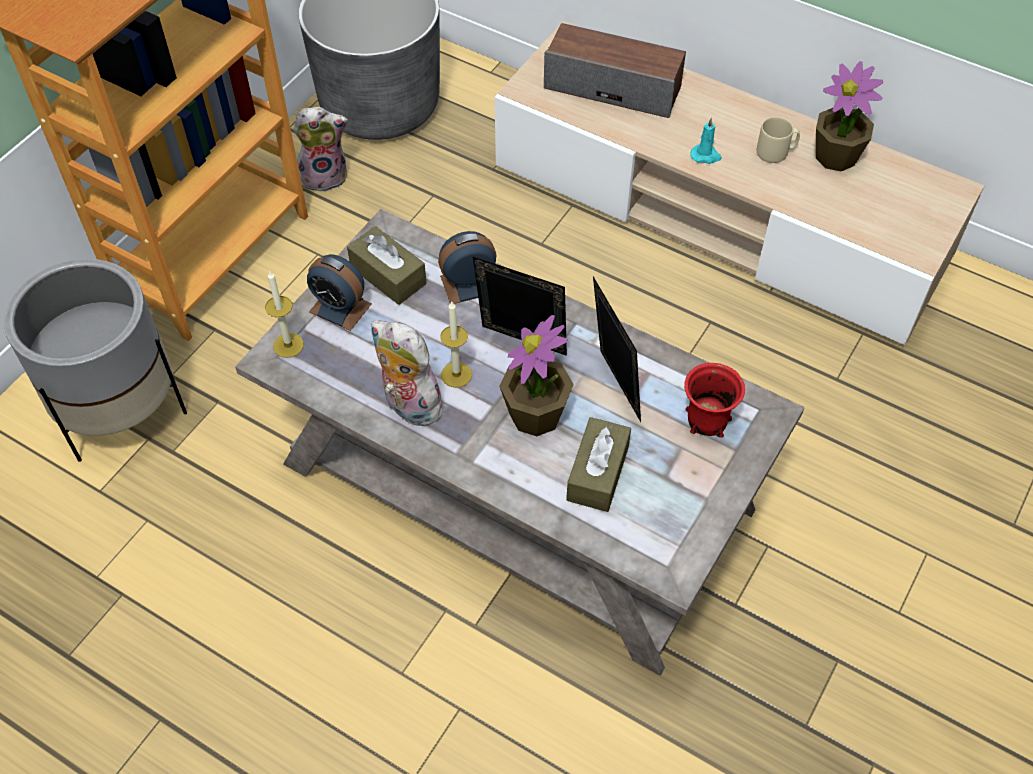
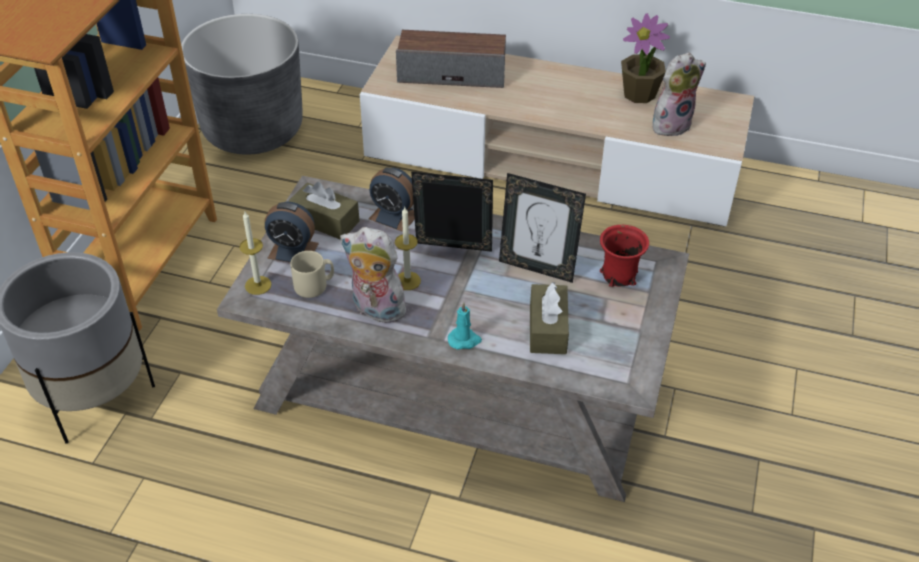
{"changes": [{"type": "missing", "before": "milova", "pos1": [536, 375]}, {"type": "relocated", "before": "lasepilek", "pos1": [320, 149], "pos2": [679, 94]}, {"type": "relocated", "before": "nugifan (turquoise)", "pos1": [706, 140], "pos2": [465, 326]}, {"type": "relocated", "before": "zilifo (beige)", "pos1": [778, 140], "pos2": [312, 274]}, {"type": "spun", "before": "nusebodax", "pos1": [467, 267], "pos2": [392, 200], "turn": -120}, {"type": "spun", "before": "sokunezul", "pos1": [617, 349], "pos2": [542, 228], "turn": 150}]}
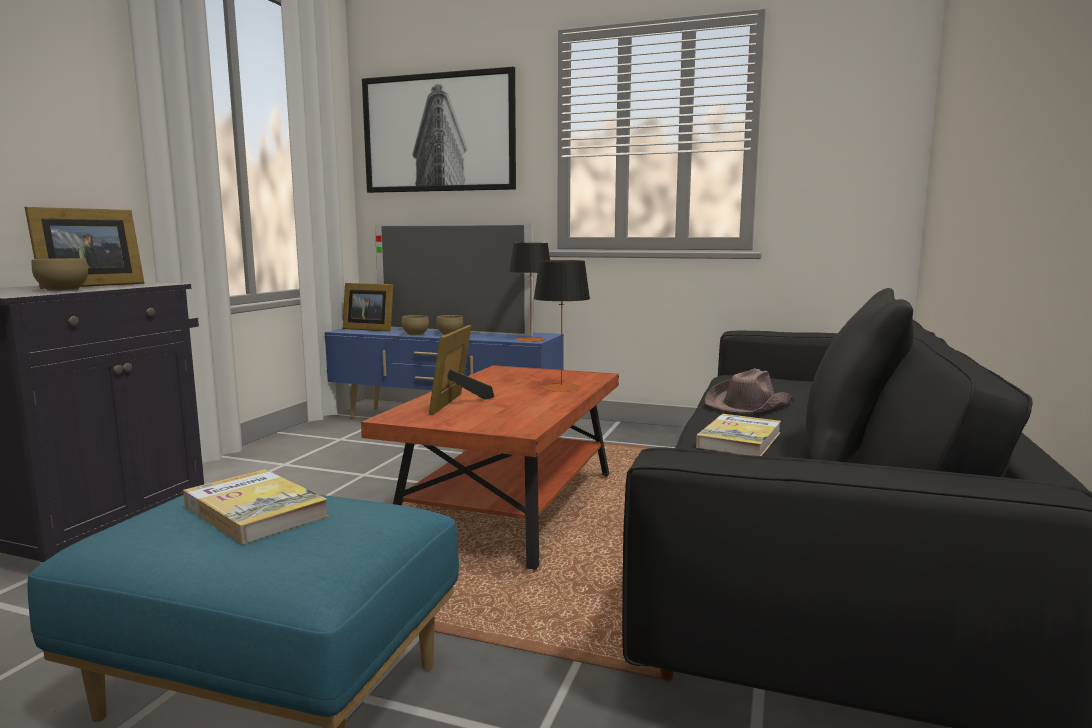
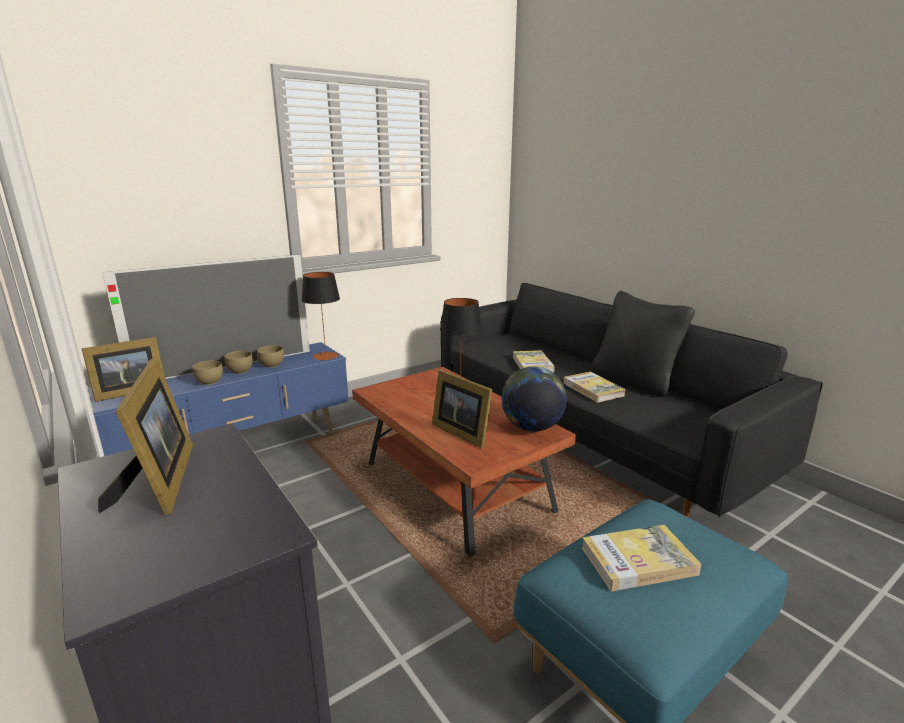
{"changes": [{"type": "missing", "before": "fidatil", "pos1": [439, 129]}, {"type": "appeared", "after": "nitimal", "pos2": [534, 399]}, {"type": "relocated", "before": "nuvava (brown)", "pos1": [60, 274], "pos2": [270, 356]}, {"type": "exchanged", "before": "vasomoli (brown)", "after": "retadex", "pos1": [749, 391], "pos2": [534, 361]}]}
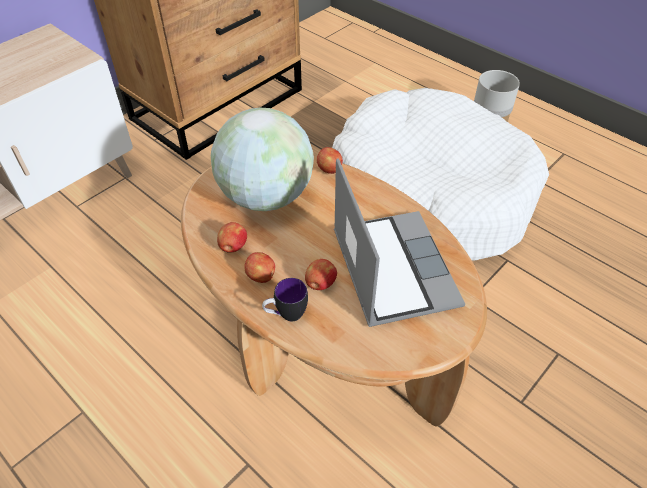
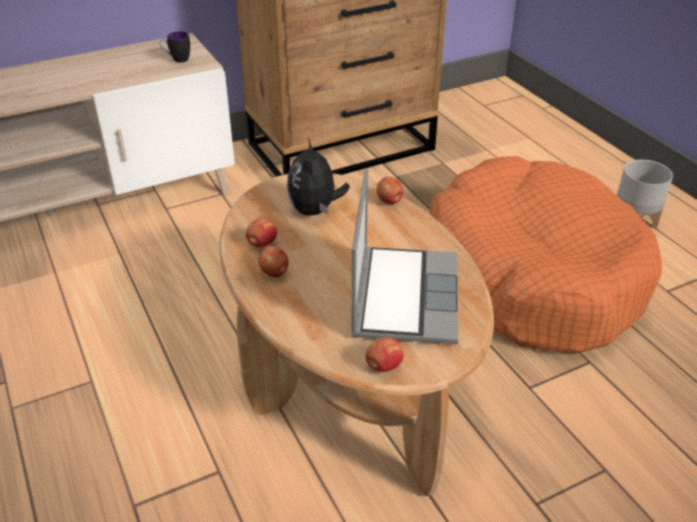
{"changes": [{"type": "relocated", "before": "zilifo", "pos1": [285, 299], "pos2": [174, 47]}, {"type": "relocated", "before": "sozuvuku", "pos1": [321, 274], "pos2": [384, 354]}, {"type": "exchanged", "before": "nitimal", "after": "lasepilek", "pos1": [262, 159], "pos2": [318, 177]}, {"type": "colour", "before": "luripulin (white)", "after": "luripulin (orange)", "pos1": [440, 174], "pos2": [546, 254]}]}
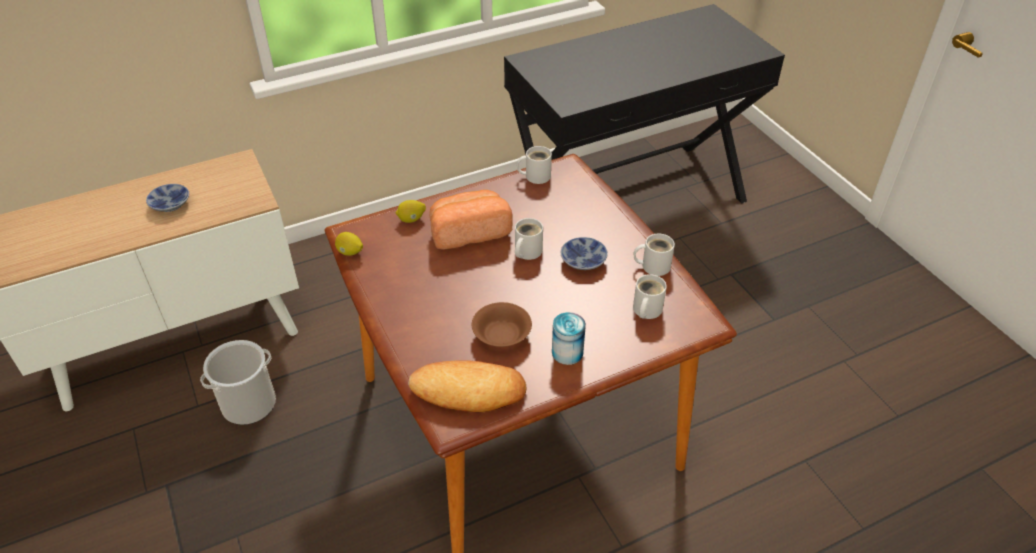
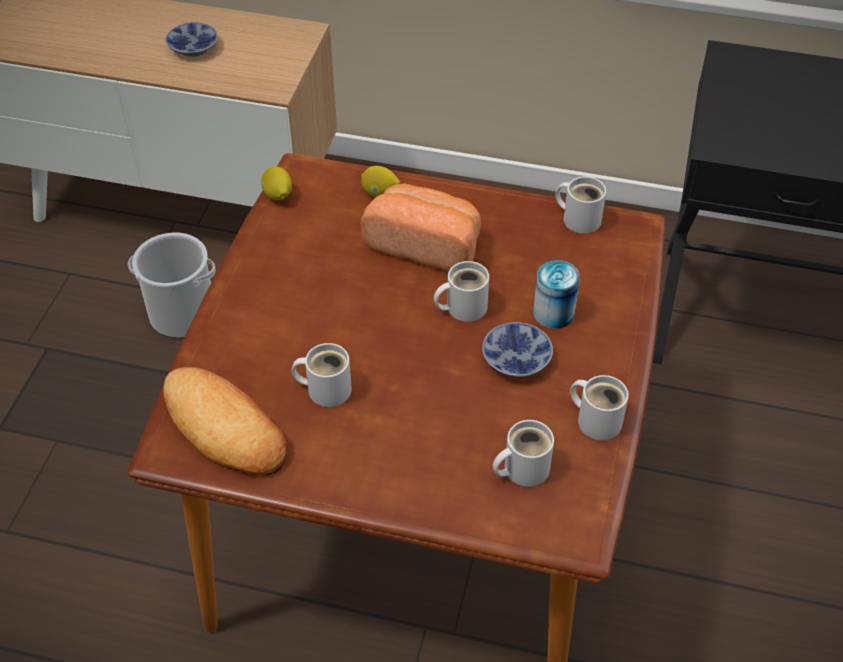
{"changes": [{"type": "relocated", "before": "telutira", "pos1": [569, 338], "pos2": [556, 294]}, {"type": "exchanged", "before": "nuvava (brown)", "after": "zilifo (white)", "pos1": [502, 324], "pos2": [321, 375]}]}
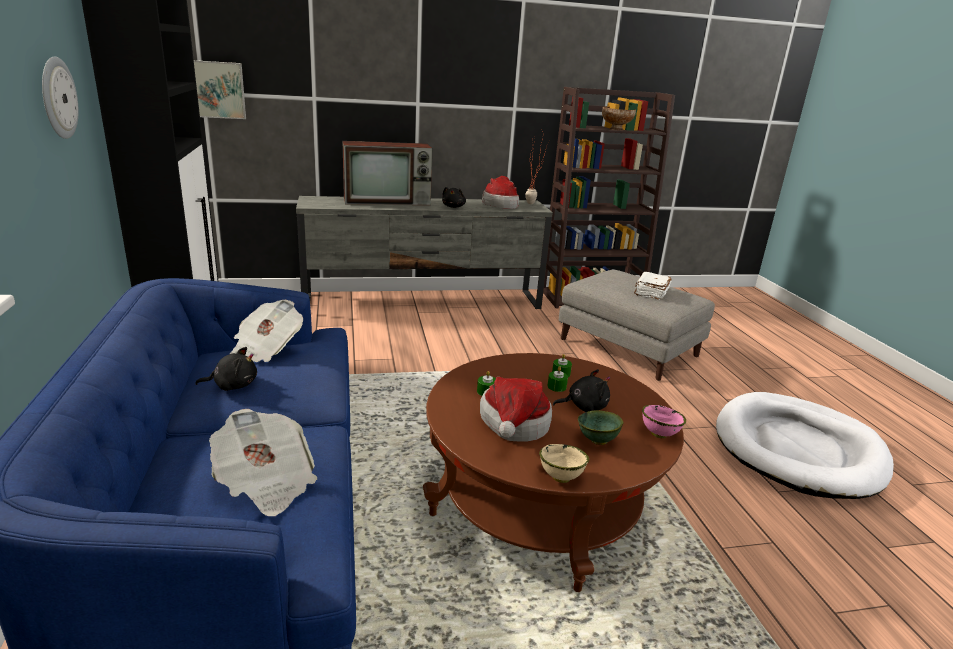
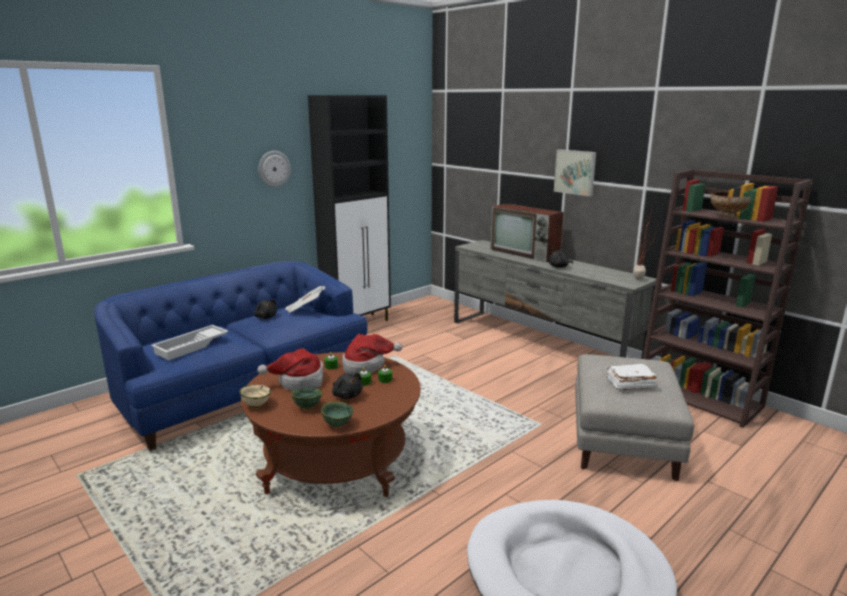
{"changes": [{"type": "relocated", "before": "fidatil", "pos1": [220, 89], "pos2": [575, 172]}, {"type": "relocated", "before": "vasomoli", "pos1": [500, 192], "pos2": [372, 354]}, {"type": "exchanged", "before": "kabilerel", "after": "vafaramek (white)", "pos1": [263, 462], "pos2": [190, 343]}, {"type": "colour", "before": "nuvava (pink)", "after": "nuvava (green)", "pos1": [664, 421], "pos2": [337, 414]}]}
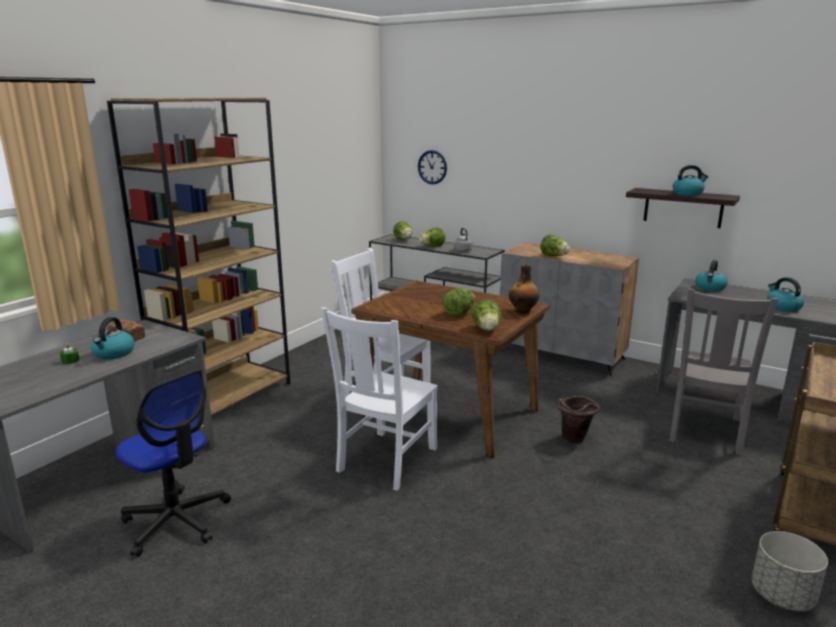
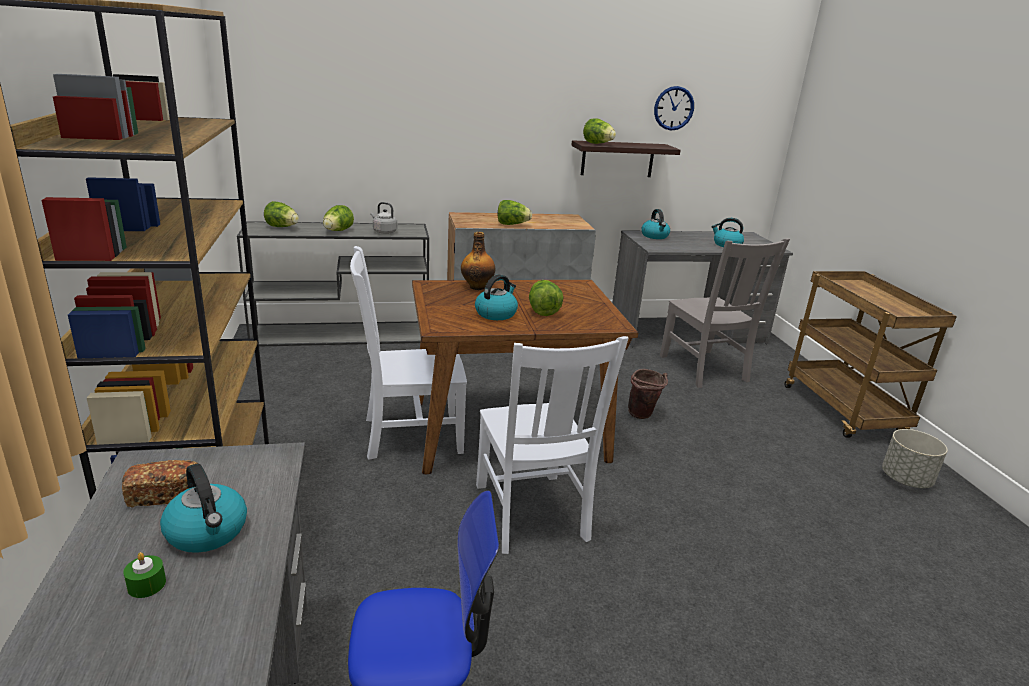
{"changes": [{"type": "relocated", "before": "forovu", "pos1": [432, 167], "pos2": [674, 108]}, {"type": "relocated", "before": "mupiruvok", "pos1": [486, 315], "pos2": [599, 131]}, {"type": "relocated", "before": "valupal", "pos1": [524, 289], "pos2": [478, 261]}, {"type": "relocated", "before": "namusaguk", "pos1": [690, 180], "pos2": [496, 297]}]}
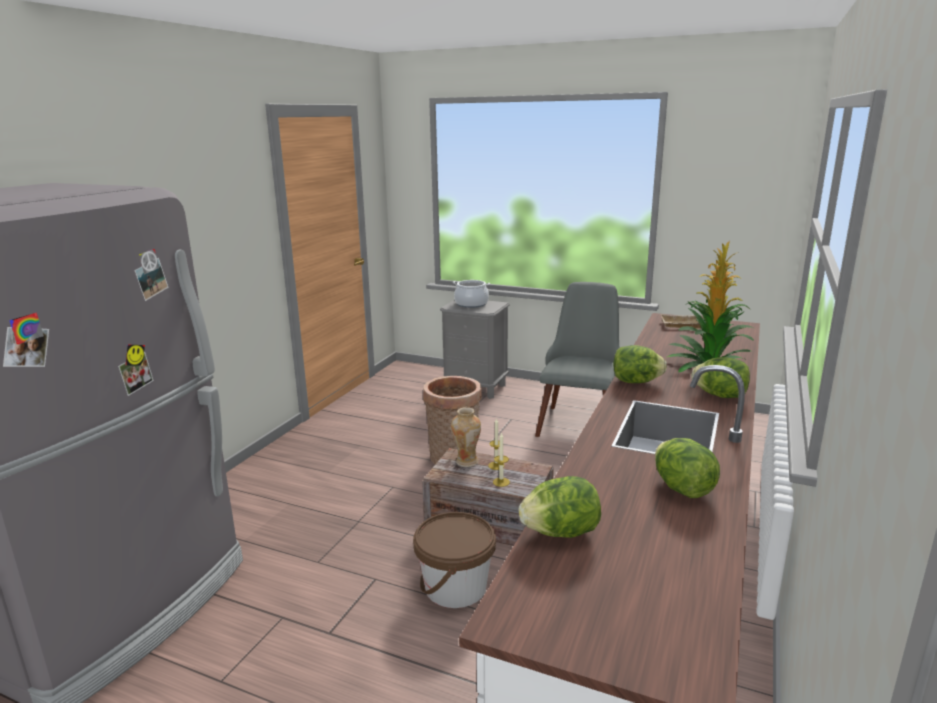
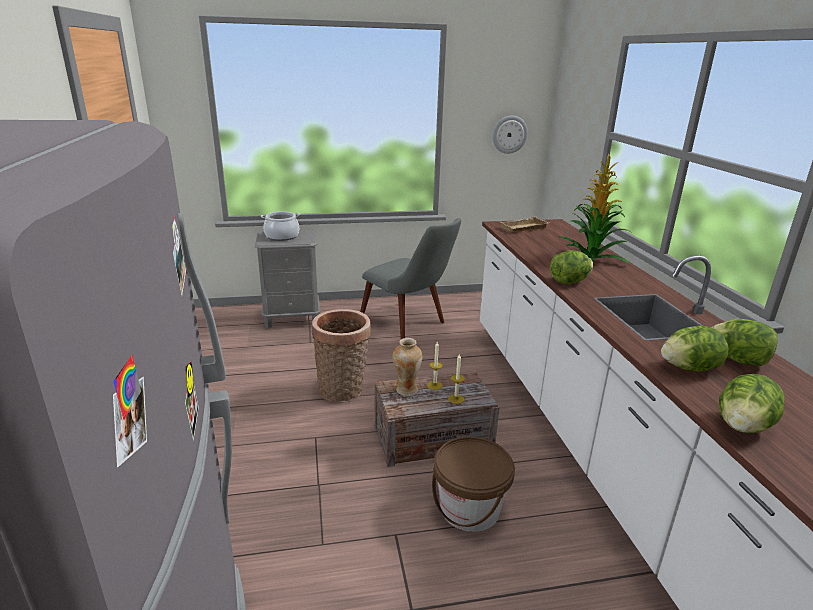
{"changes": [{"type": "appeared", "after": "forovu", "pos2": [510, 135]}, {"type": "relocated", "before": "mupiruvok", "pos1": [720, 377], "pos2": [695, 349]}, {"type": "spun", "before": "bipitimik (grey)", "pos1": [577, 359], "pos2": [410, 278], "turn": 150}]}
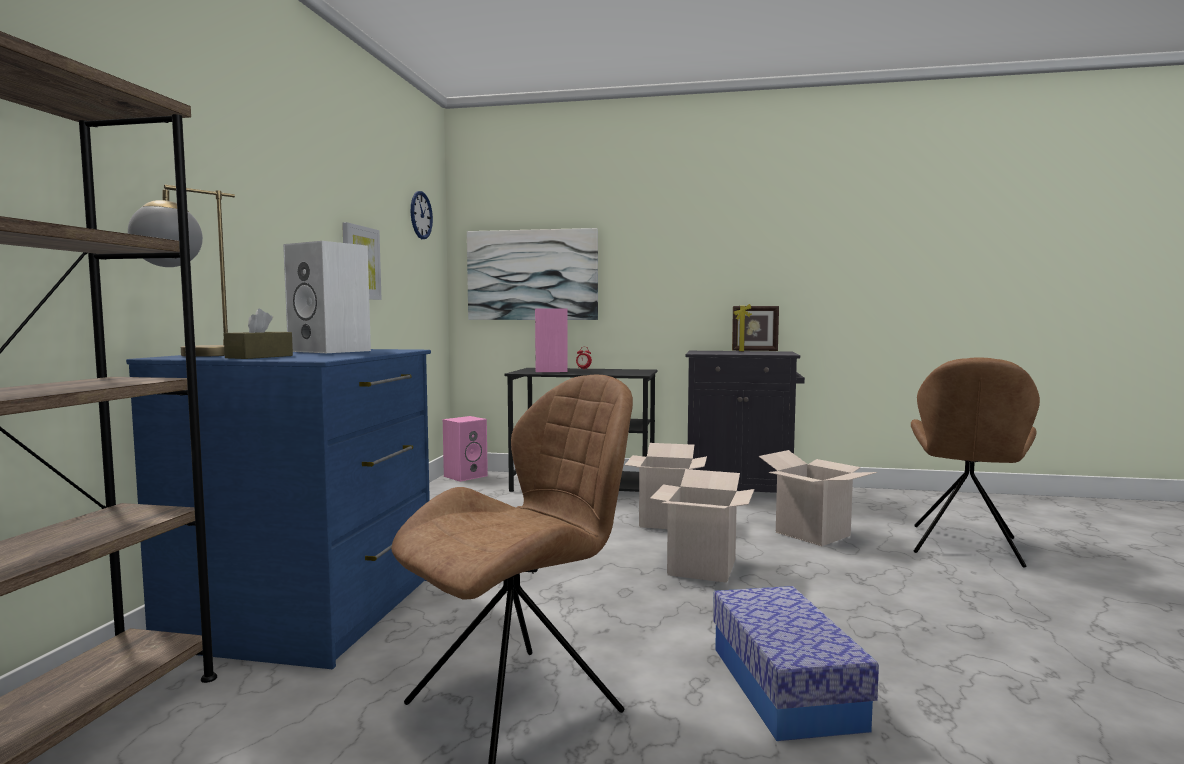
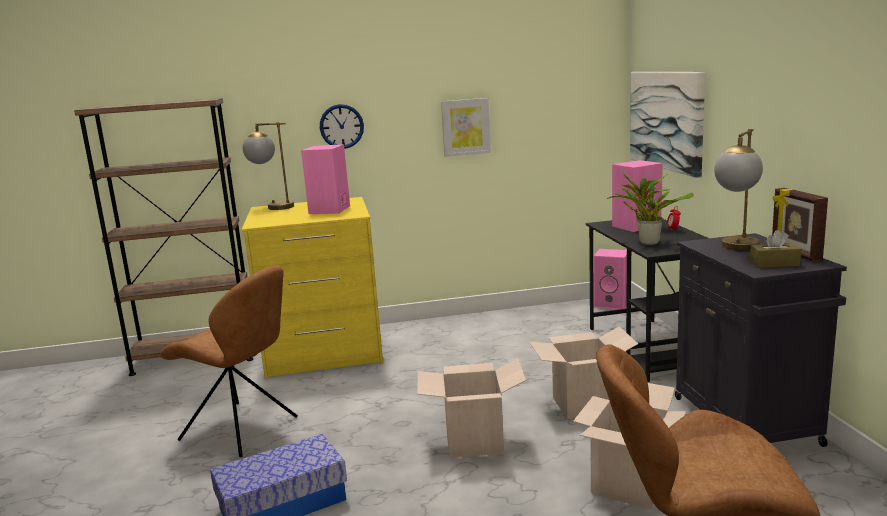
{"changes": [{"type": "appeared", "after": "milova", "pos2": [650, 209]}, {"type": "appeared", "after": "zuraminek", "pos2": [738, 190]}, {"type": "relocated", "before": "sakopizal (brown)", "pos1": [258, 334], "pos2": [775, 249]}, {"type": "relocated", "before": "forovu", "pos1": [422, 215], "pos2": [342, 126]}, {"type": "colour", "before": "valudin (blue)", "after": "valudin (yellow)", "pos1": [278, 509], "pos2": [312, 288]}, {"type": "colour", "before": "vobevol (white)", "after": "vobevol (pink)", "pos1": [327, 297], "pos2": [325, 179]}]}
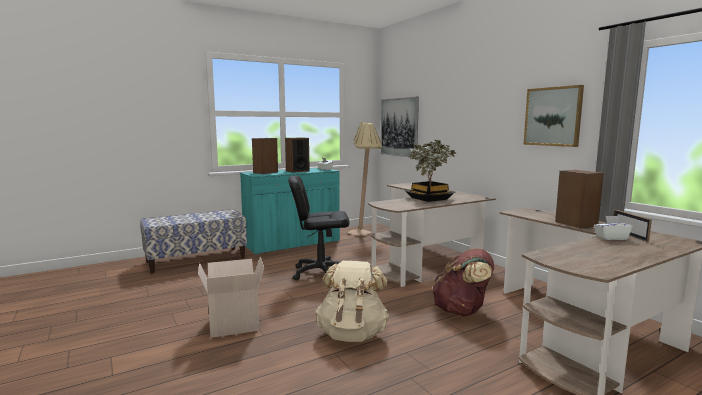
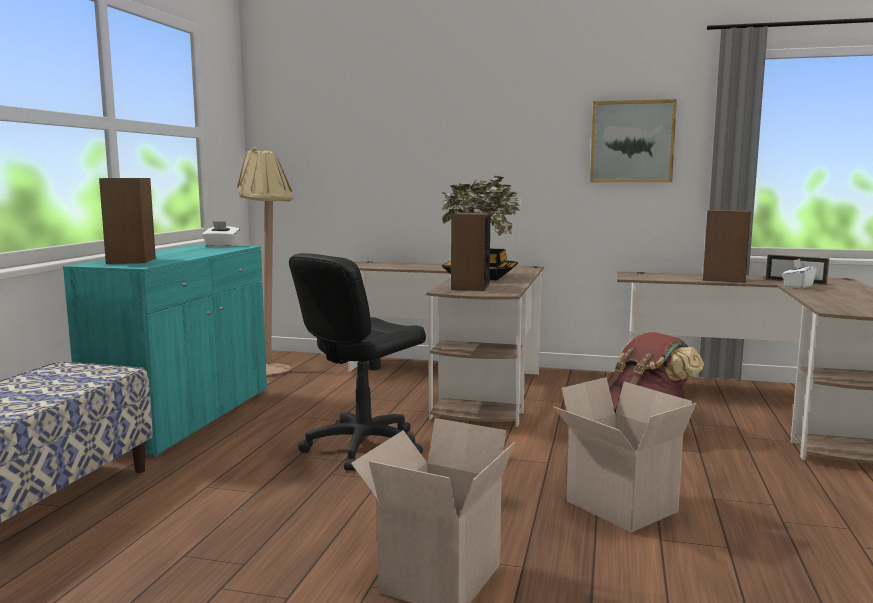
{"changes": [{"type": "missing", "before": "fidatil", "pos1": [400, 127]}, {"type": "relocated", "before": "vobevol", "pos1": [297, 155], "pos2": [470, 251]}, {"type": "exchanged", "before": "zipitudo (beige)", "after": "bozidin", "pos1": [352, 301], "pos2": [624, 455]}]}
